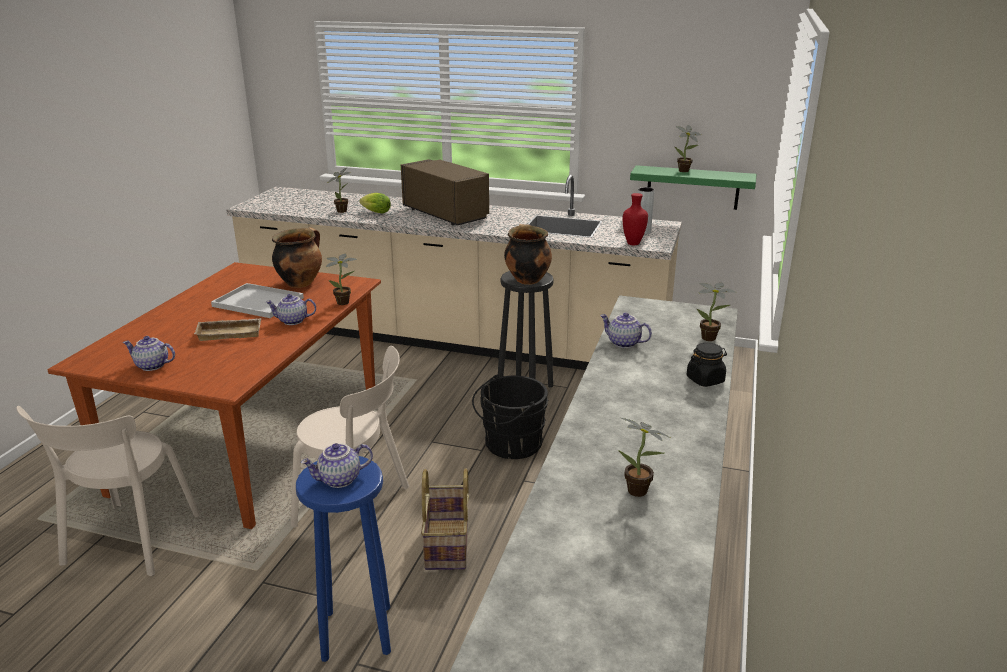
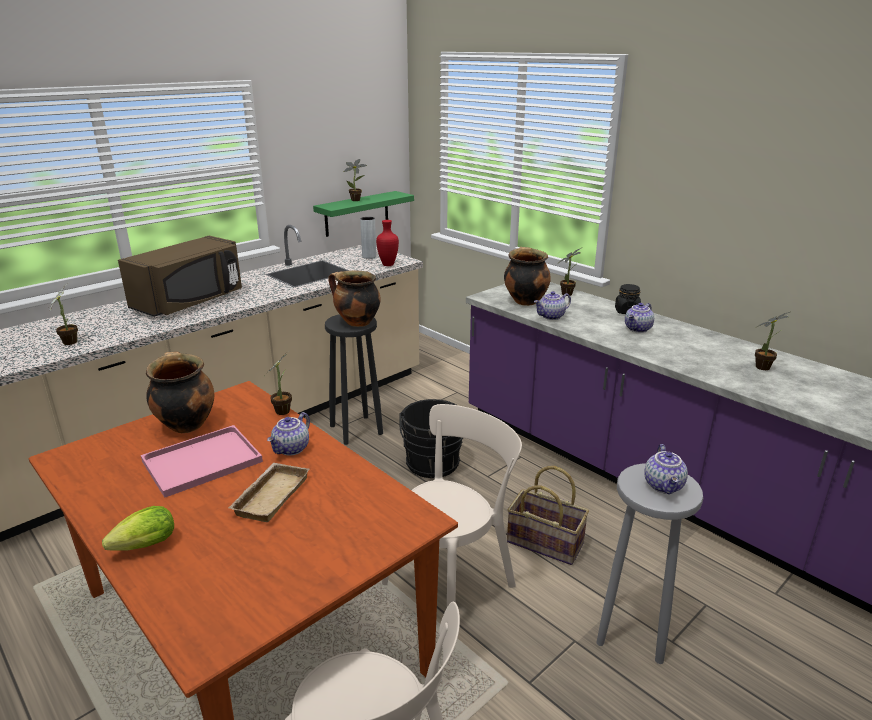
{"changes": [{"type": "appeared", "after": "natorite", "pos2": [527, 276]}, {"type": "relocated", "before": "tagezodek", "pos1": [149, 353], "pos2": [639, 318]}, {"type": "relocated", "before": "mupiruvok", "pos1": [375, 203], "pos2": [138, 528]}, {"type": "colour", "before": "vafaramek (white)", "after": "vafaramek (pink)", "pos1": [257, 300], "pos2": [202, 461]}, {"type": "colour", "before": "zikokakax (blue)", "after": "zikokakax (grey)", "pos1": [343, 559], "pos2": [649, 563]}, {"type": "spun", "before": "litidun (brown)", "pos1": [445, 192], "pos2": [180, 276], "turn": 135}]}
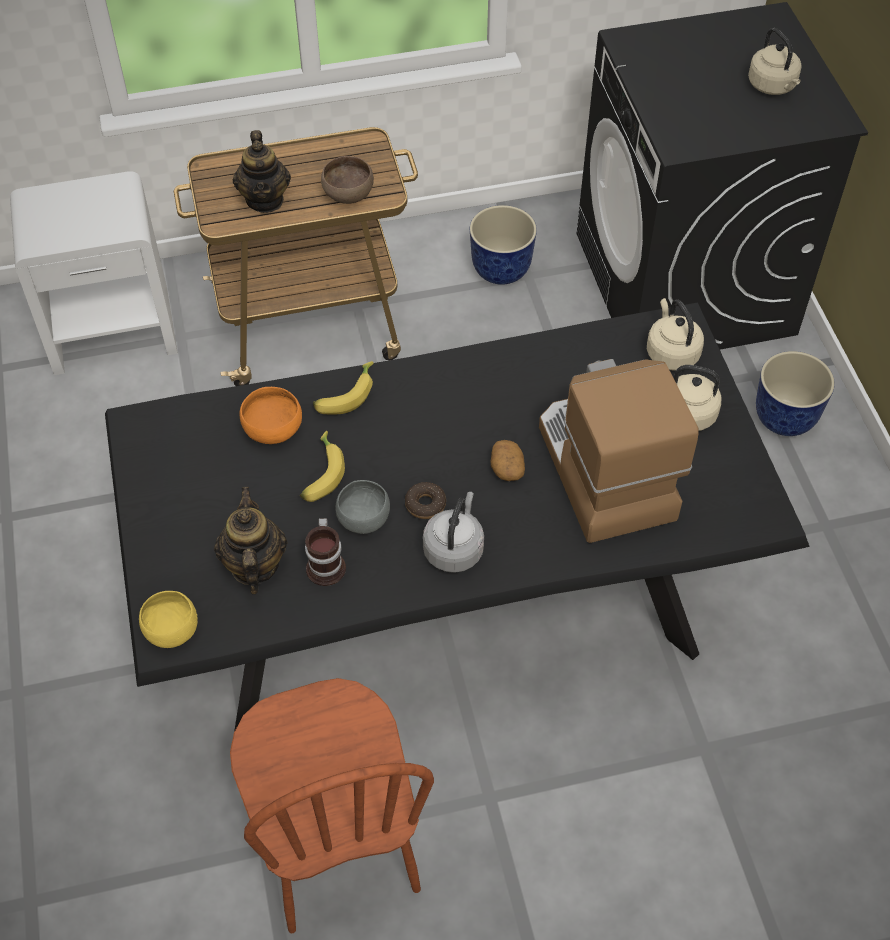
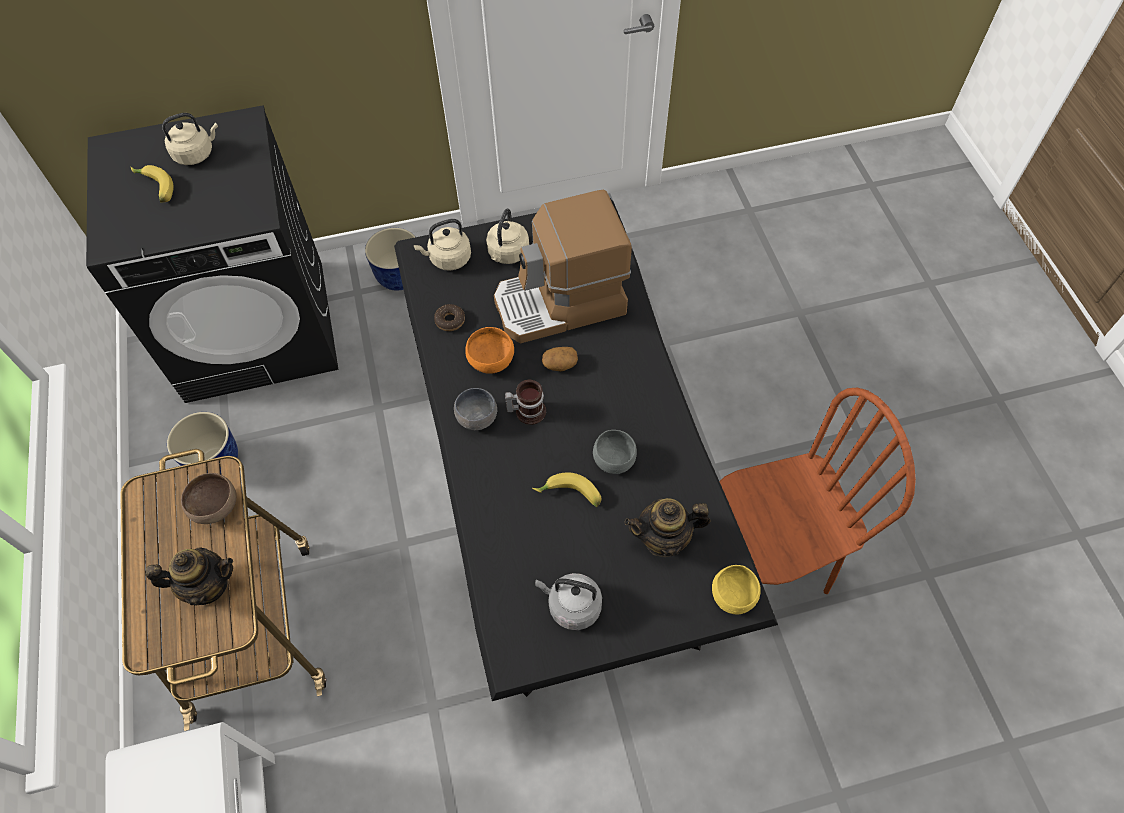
{"changes": [{"type": "appeared", "after": "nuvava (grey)", "pos2": [475, 409]}, {"type": "relocated", "before": "nuvava (orange)", "pos1": [271, 415], "pos2": [489, 350]}, {"type": "relocated", "before": "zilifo", "pos1": [325, 552], "pos2": [525, 402]}, {"type": "relocated", "before": "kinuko", "pos1": [343, 387], "pos2": [152, 184]}, {"type": "relocated", "before": "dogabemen", "pos1": [425, 500], "pos2": [449, 317]}, {"type": "relocated", "before": "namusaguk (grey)", "pos1": [453, 532], "pos2": [568, 601]}]}
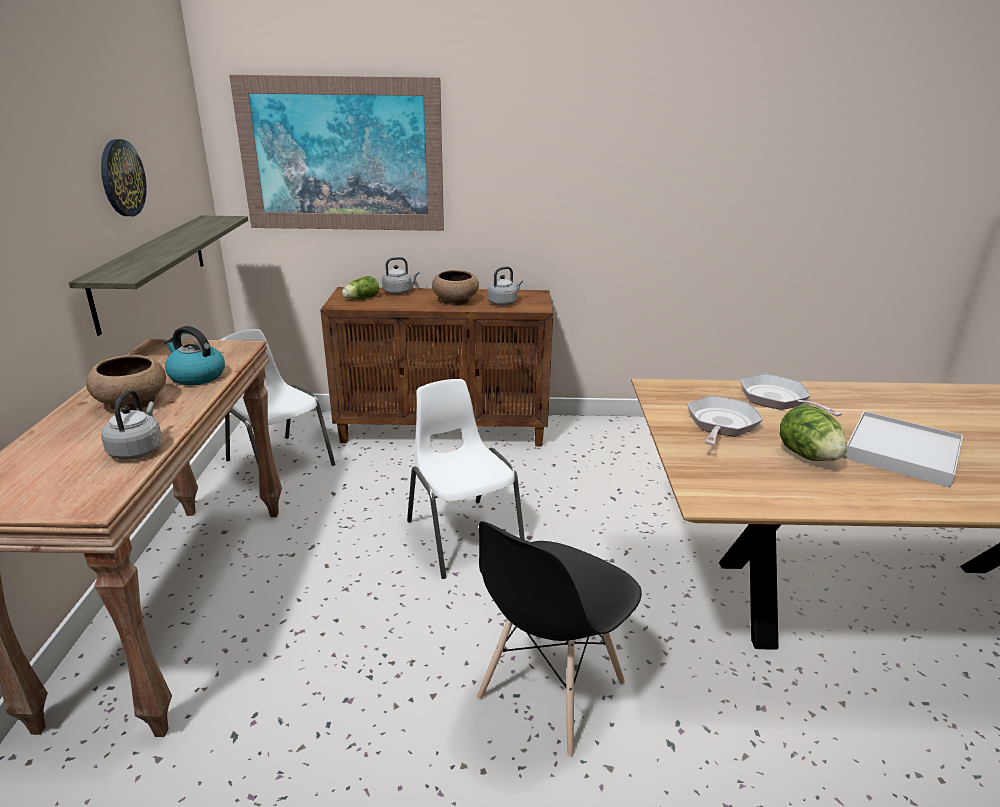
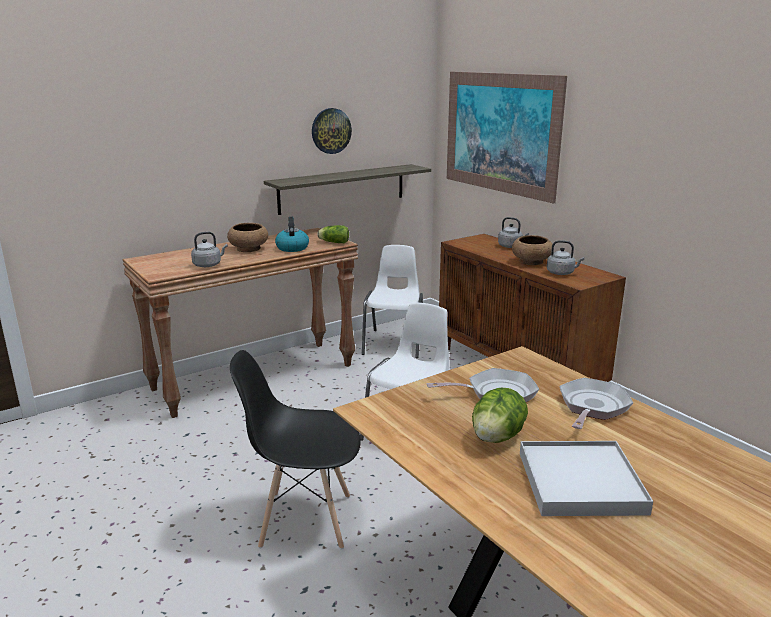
{"changes": [{"type": "relocated", "before": "mupiruvok", "pos1": [360, 287], "pos2": [333, 234]}]}
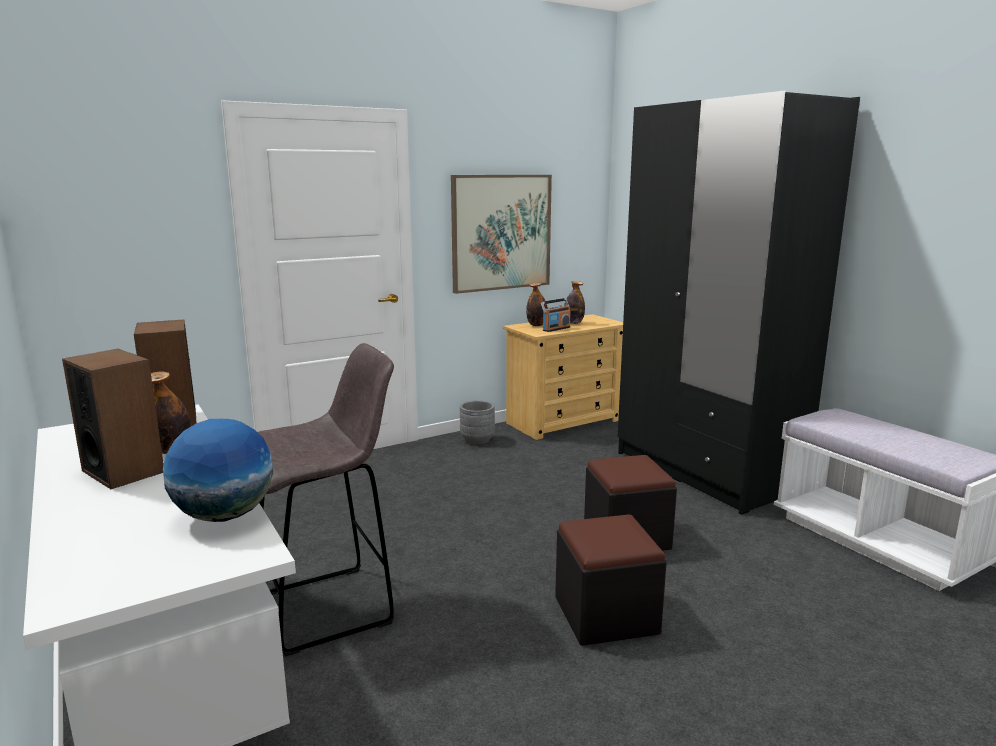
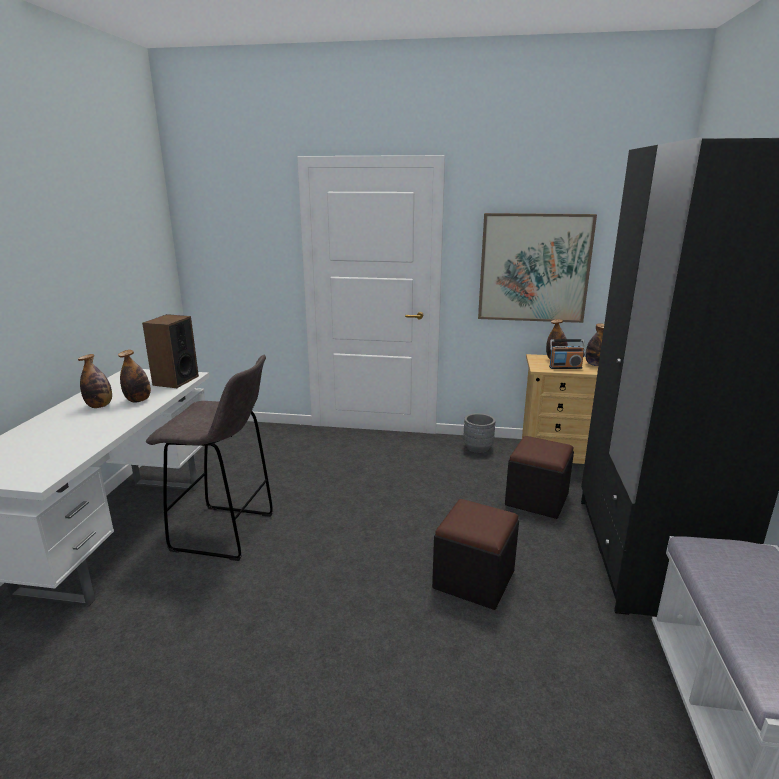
{"changes": [{"type": "missing", "before": "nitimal", "pos1": [218, 470]}, {"type": "relocated", "before": "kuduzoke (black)", "pos1": [611, 580], "pos2": [539, 477]}, {"type": "exchanged", "before": "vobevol", "after": "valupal", "pos1": [113, 419], "pos2": [95, 381]}]}
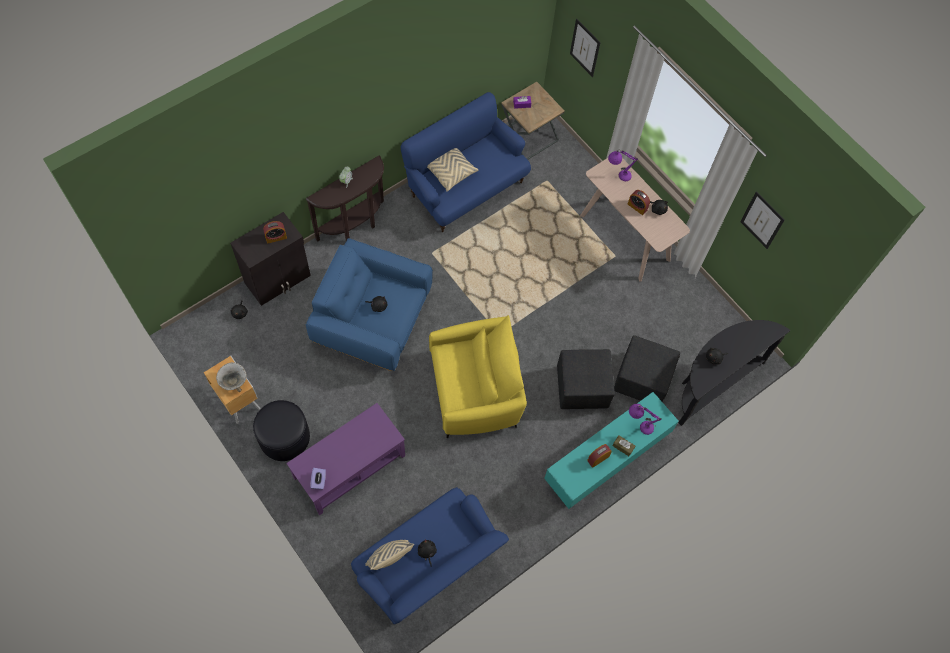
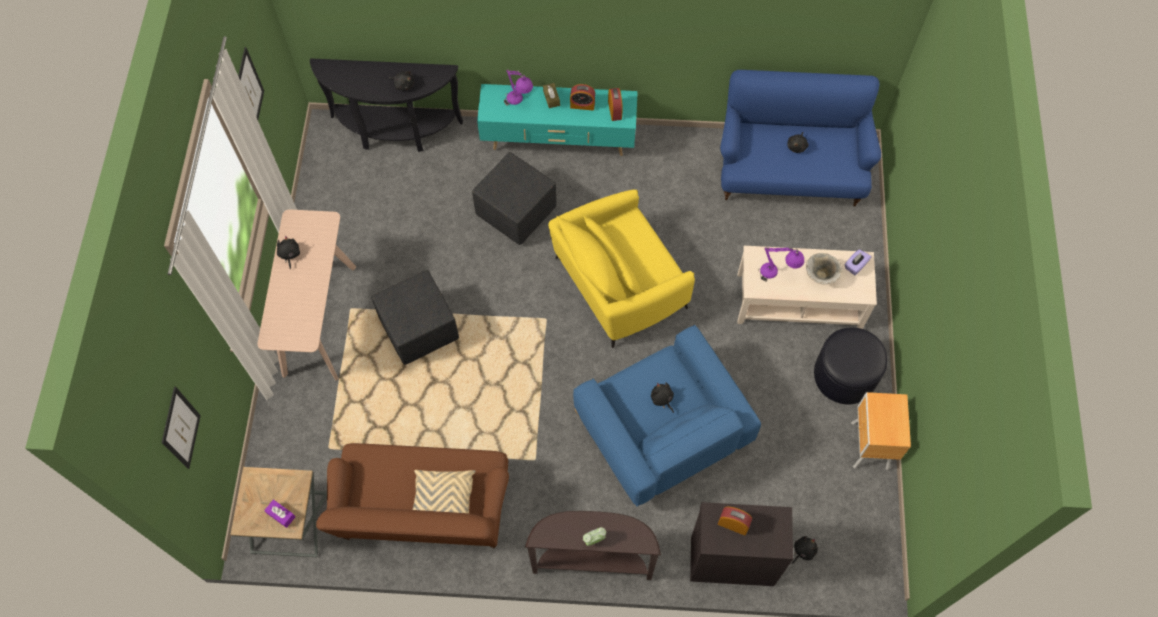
{"changes": [{"type": "missing", "before": "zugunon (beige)", "pos1": [389, 555]}, {"type": "relocated", "before": "nuvava", "pos1": [231, 377], "pos2": [824, 268]}, {"type": "relocated", "before": "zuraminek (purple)", "pos1": [623, 165], "pos2": [781, 264]}, {"type": "relocated", "before": "kuduzoke (black)", "pos1": [647, 368], "pos2": [415, 317]}, {"type": "relocated", "before": "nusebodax", "pos1": [639, 202], "pos2": [615, 104]}, {"type": "colour", "before": "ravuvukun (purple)", "after": "ravuvukun (beige)", "pos1": [345, 459], "pos2": [807, 287]}, {"type": "colour", "before": "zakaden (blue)", "after": "zakaden (brown)", "pos1": [466, 162], "pos2": [412, 496]}, {"type": "spun", "before": "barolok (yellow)", "pos1": [478, 376], "pos2": [621, 268], "turn": -60}]}
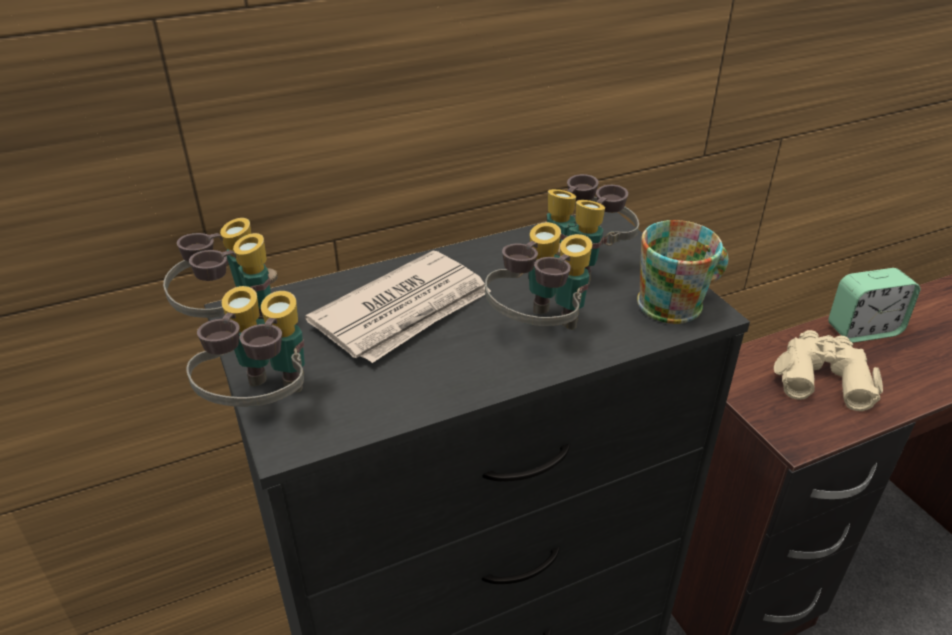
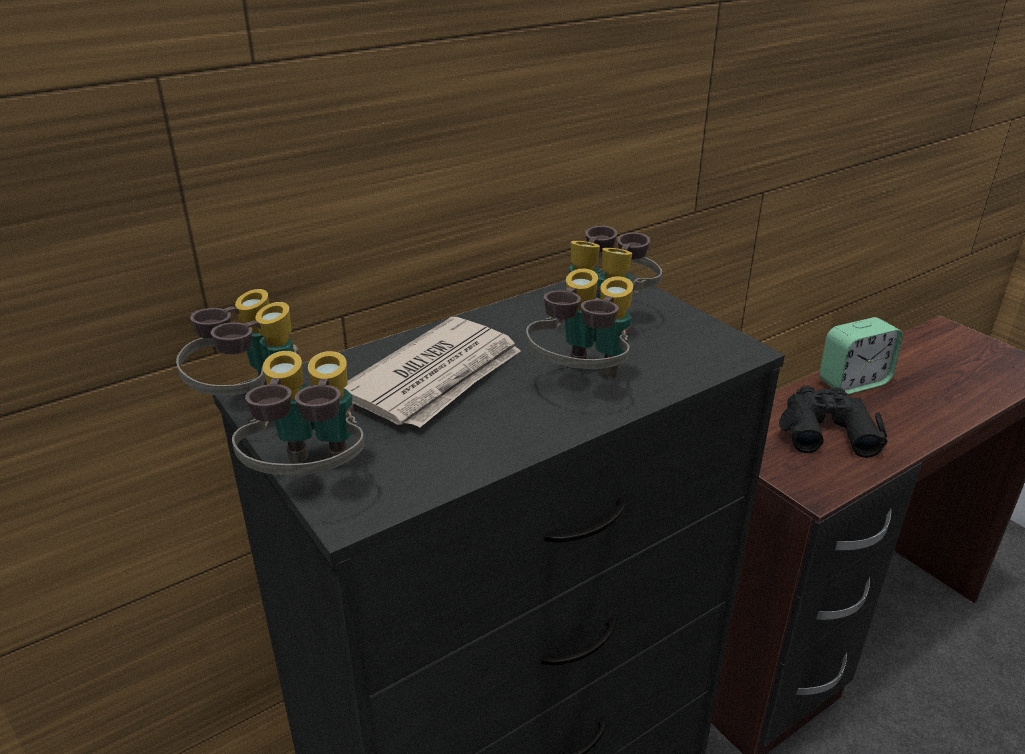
{"changes": [{"type": "missing", "before": "zilifo", "pos1": [682, 272]}, {"type": "colour", "before": "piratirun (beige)", "after": "piratirun (black)", "pos1": [828, 370], "pos2": [833, 421]}]}
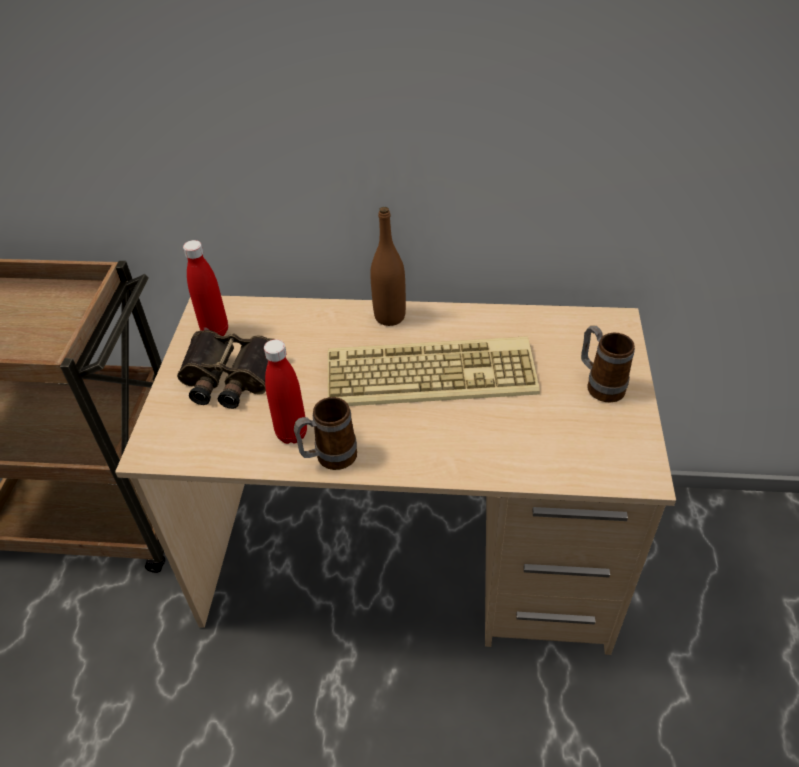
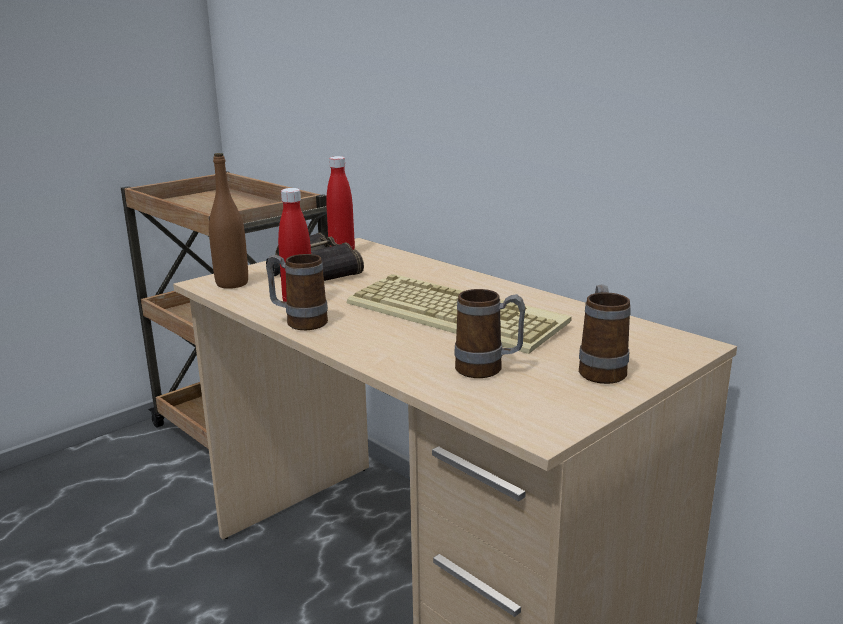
{"changes": [{"type": "appeared", "after": "zilifo", "pos2": [490, 333]}, {"type": "relocated", "before": "valupal (brown)", "pos1": [388, 266], "pos2": [228, 221]}]}
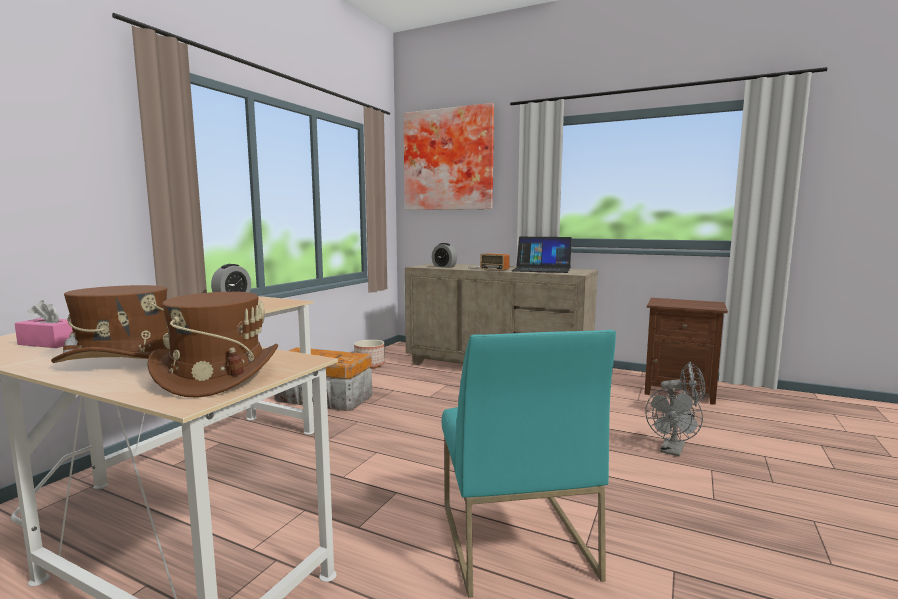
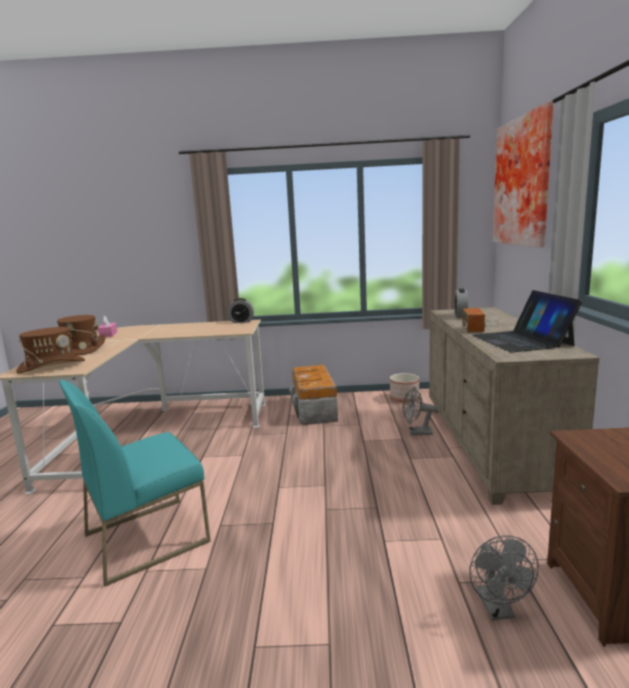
{"changes": [{"type": "relocated", "before": "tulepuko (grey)", "pos1": [674, 422], "pos2": [420, 411]}]}
